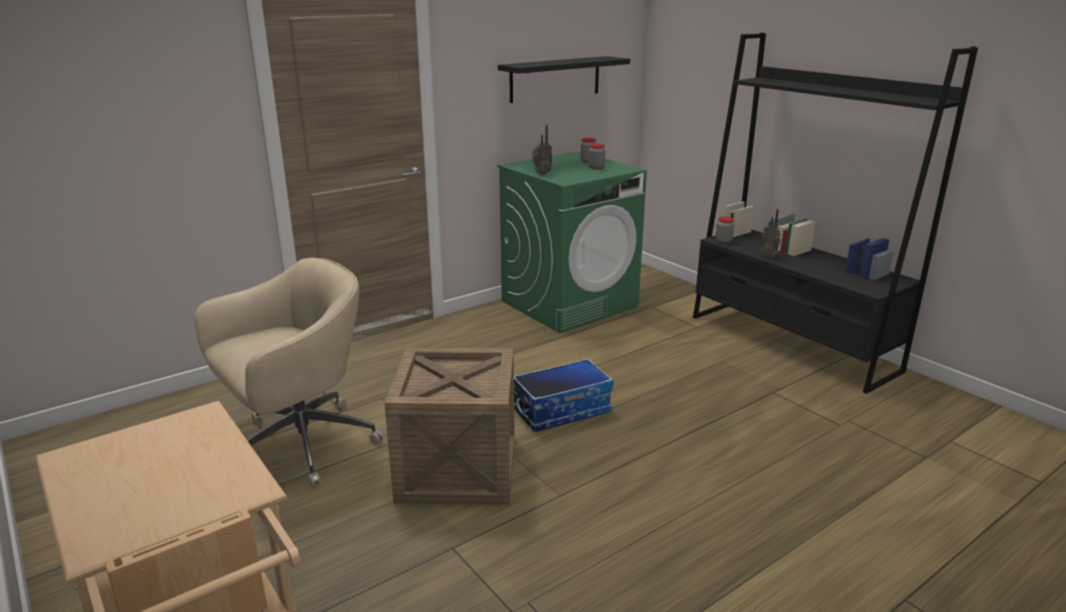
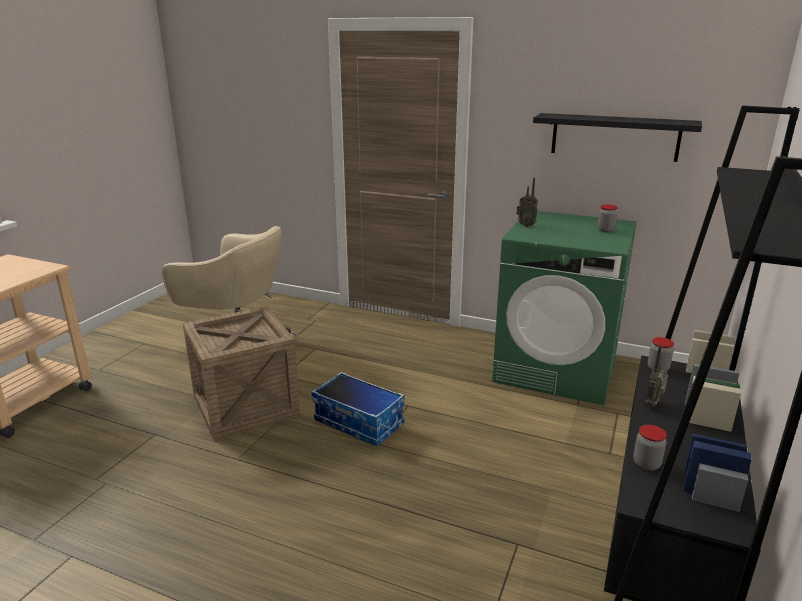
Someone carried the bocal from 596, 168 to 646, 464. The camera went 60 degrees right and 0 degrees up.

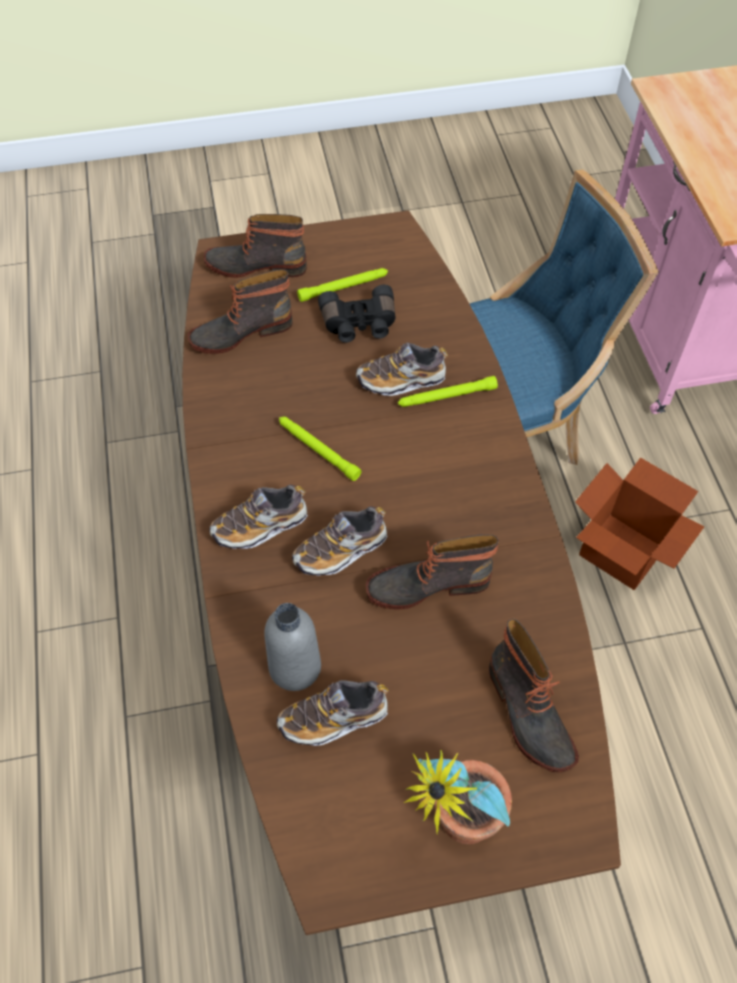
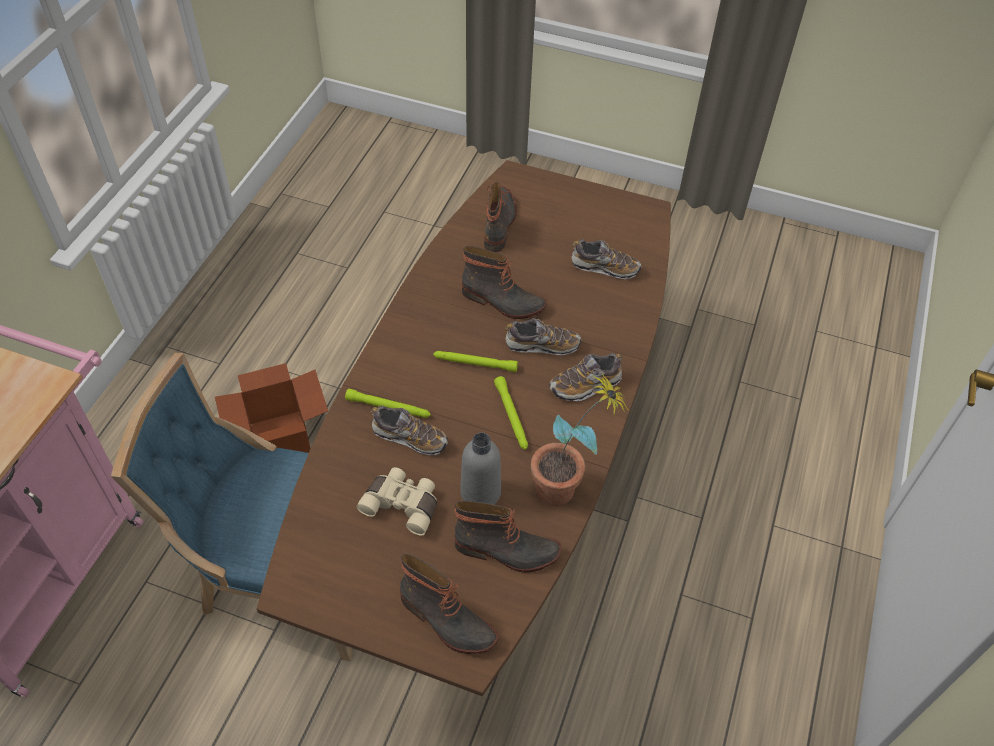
Someone carried the bouteille (gris) from 295, 667 to 480, 492. Someone carried the lampe de poche (vert) from 343, 287 to 475, 363. Someone carried the plante en pot from 453, 827 to 567, 488. Someone repainted the jumelles (noir) at 359, 324, which became the jumelles (beige) at 403, 504. Someone rotated the chaussure at 260, 526 by 150 degrees clockwise. The camera went 150 degrees left and 5 degrees down.

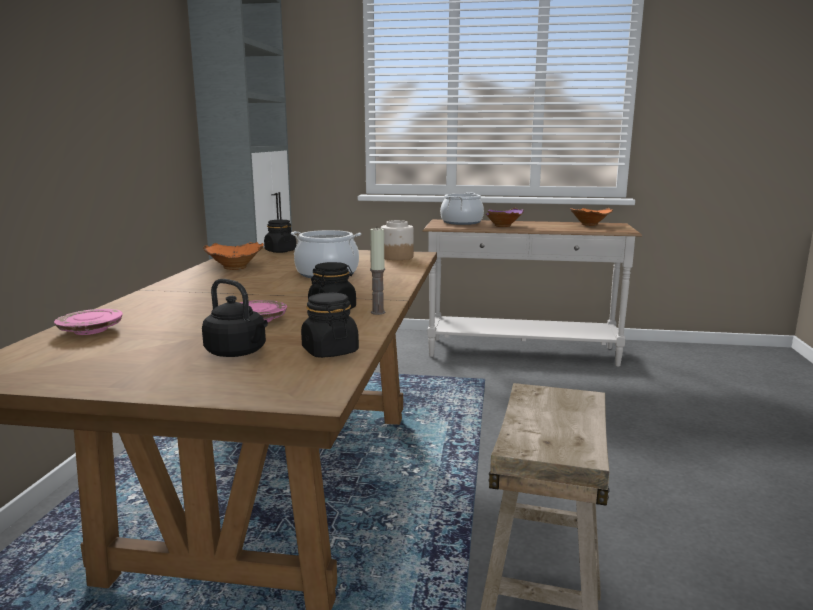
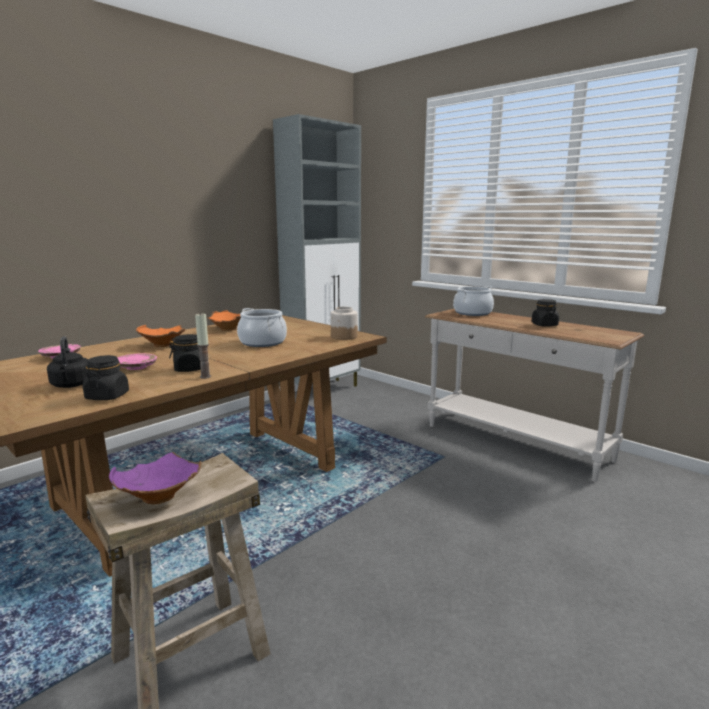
Someone carried the bocal (noir) from 280, 251 to 544, 325. Someone carried the bol (violet) from 504, 226 to 159, 498. Someone carried the bol (orange) from 590, 224 to 162, 345. The camera went 35 degrees right and 0 degrees up.

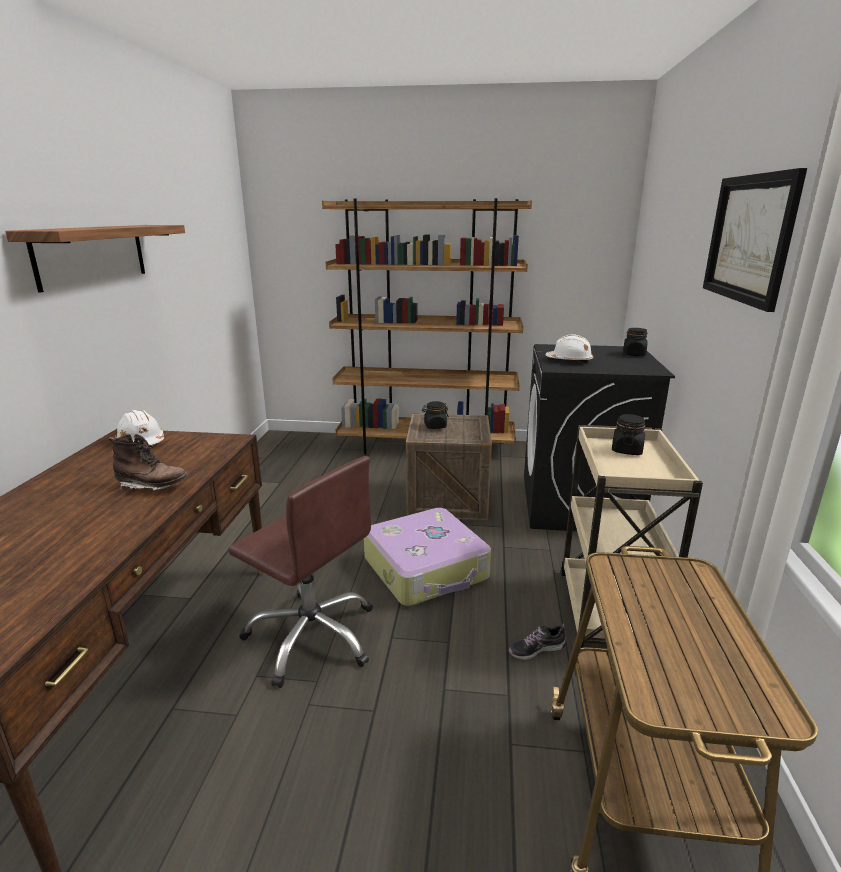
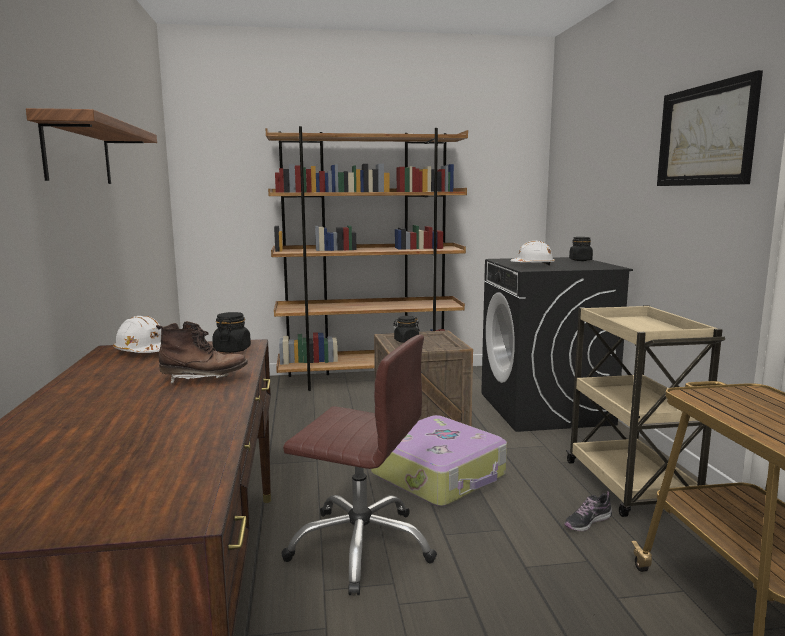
Someone carried the bocal (noir) from 626, 450 to 232, 350. The camera went 15 degrees left and 10 degrees down.

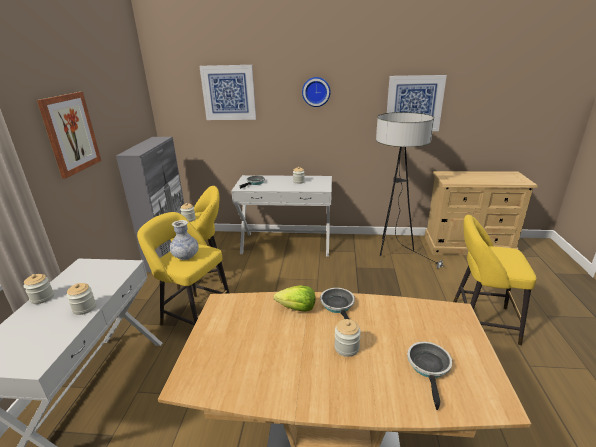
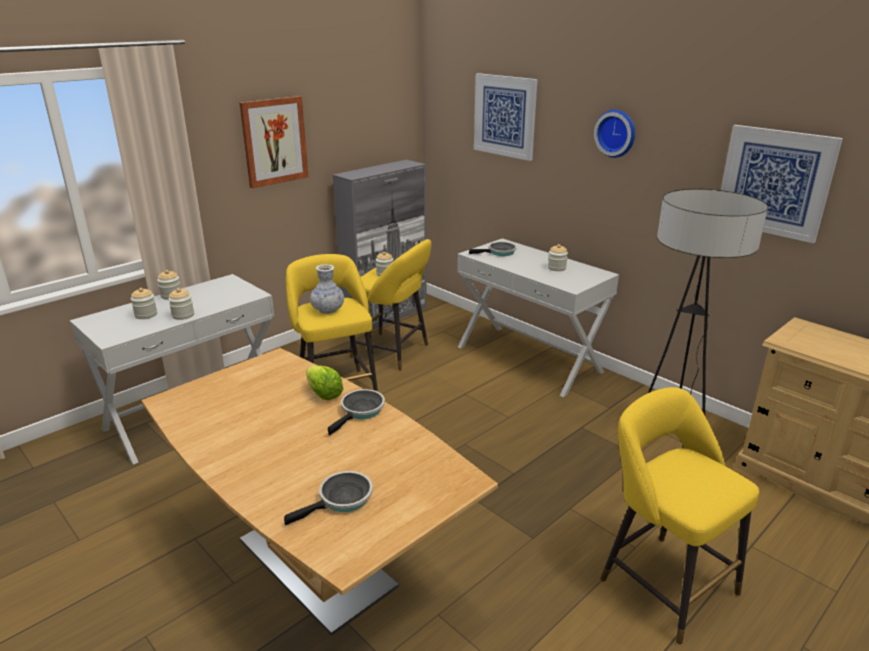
Someone carried the bocal from 346, 347 to 146, 315. The camera went 40 degrees right and 0 degrees up.

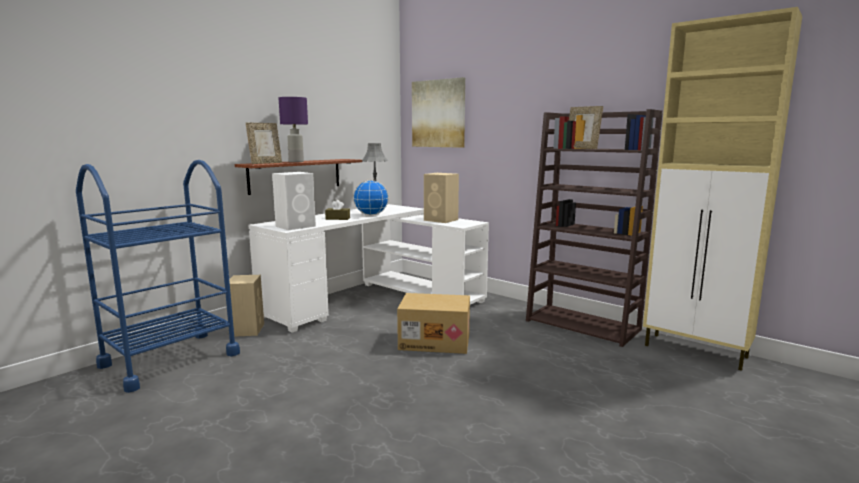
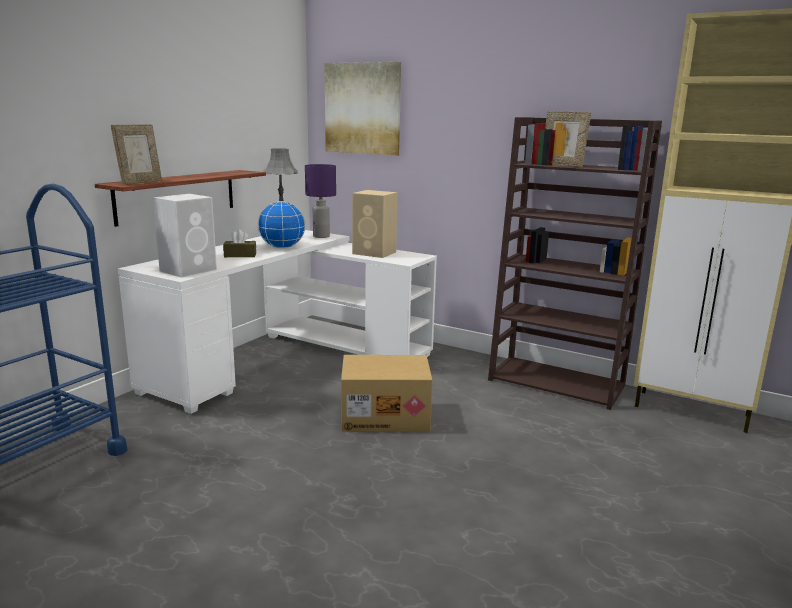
Someone took away the enceinte (beige) at 247, 329. Someone carried the lampe de table (violet) from 296, 162 to 321, 236. The camera went 10 degrees left and 5 degrees up.

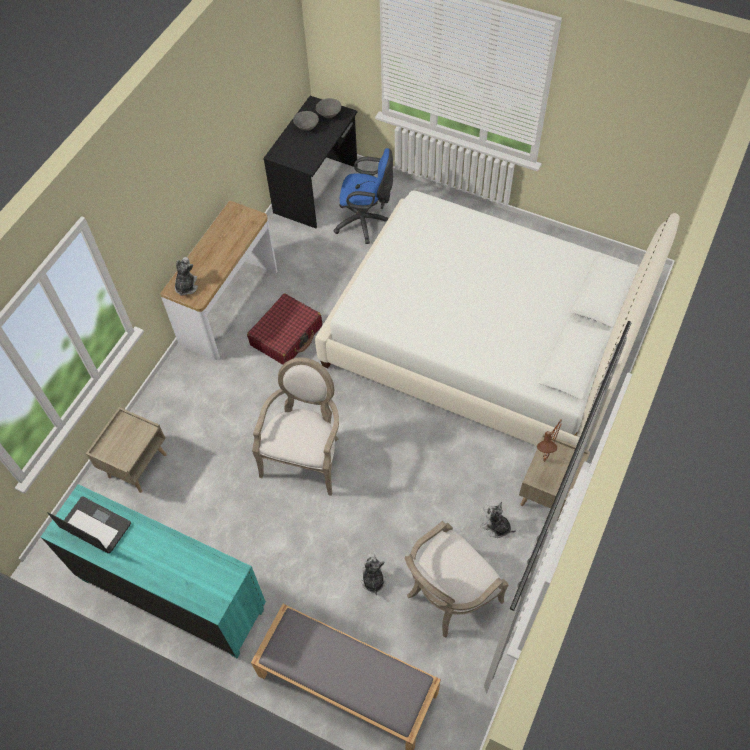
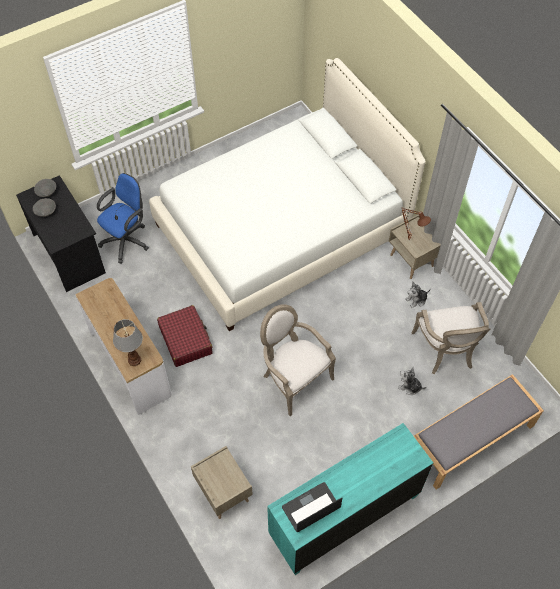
Someone swapped the peluche at 186, 286 for the lampe de table at 134, 360. The camera went 60 degrees left and 0 degrees up.

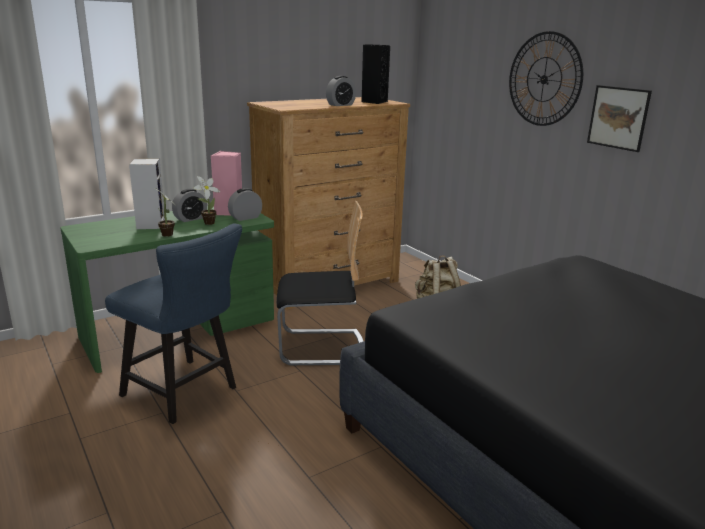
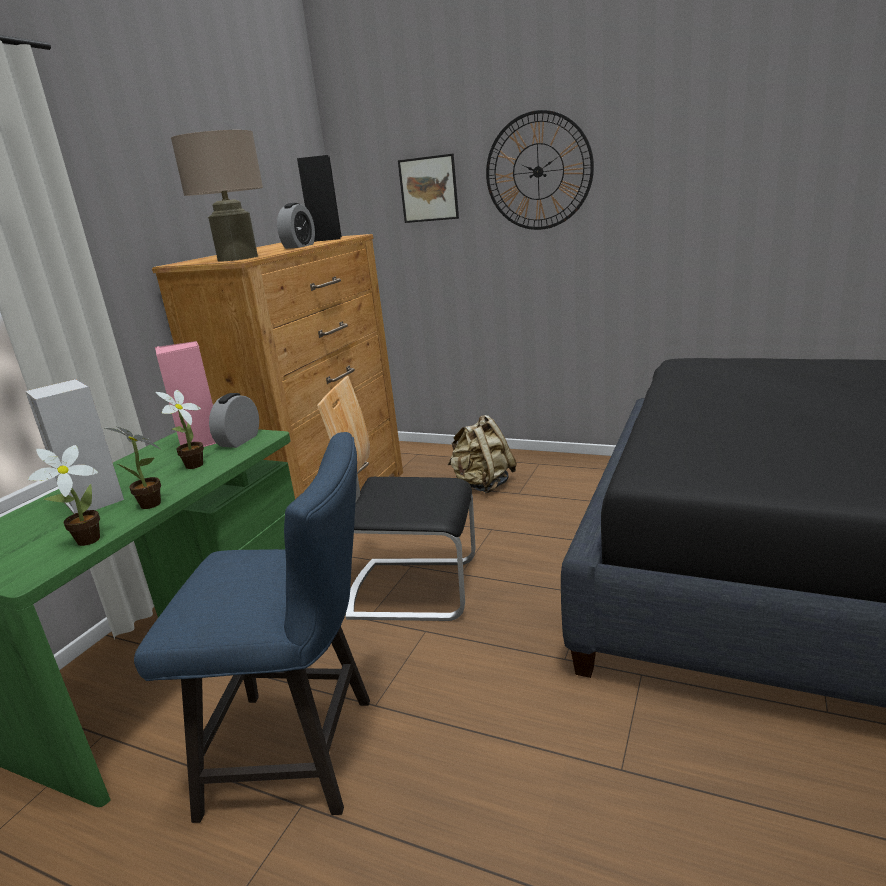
Someone took away the réveil at 190, 219. Someone put down the plante en pot at 84, 542. Someone put down the lampe de table (beige) at 237, 258. Someone carried the tableau from 618, 117 to 428, 189. Someone rotated the chaise at 321, 347 by 135 degrees counterclockwise. The camera went 30 degrees left and 0 degrees up.

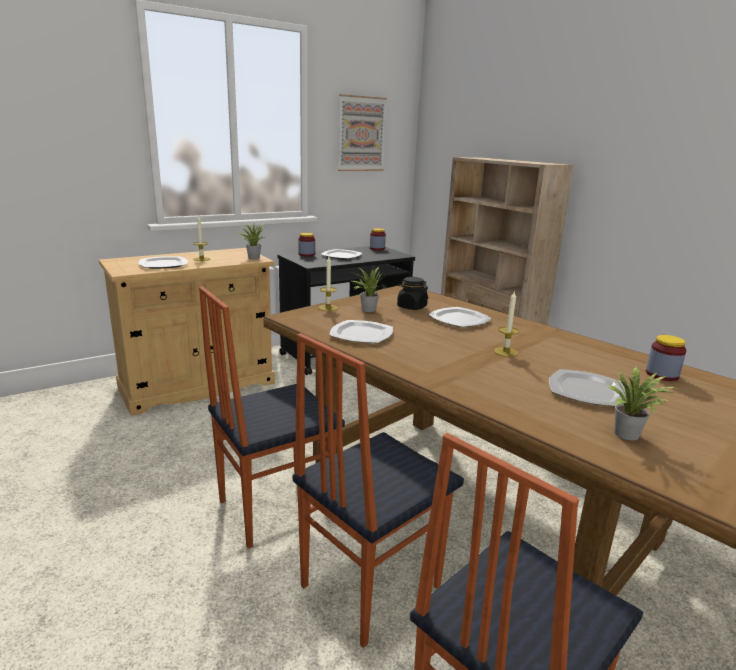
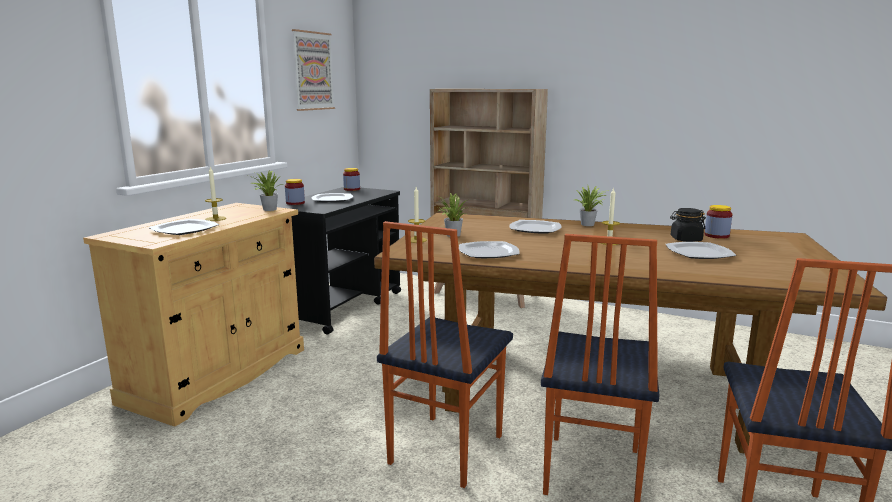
Someone carried the bocal (noir) from 411, 307 to 685, 239. Someone carried the plante en pot from 629, 435 to 589, 225. The camera went 30 degrees left and 5 degrees down.

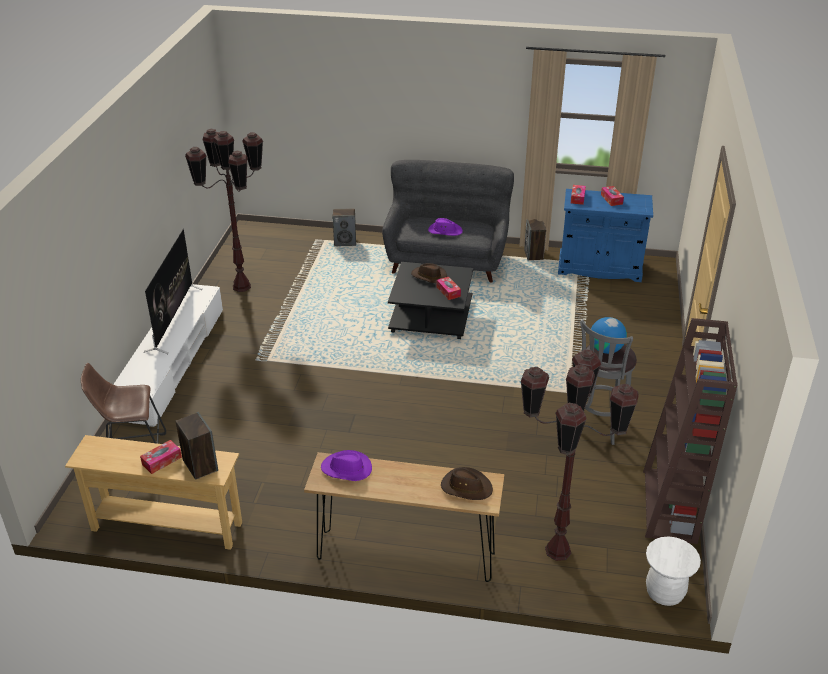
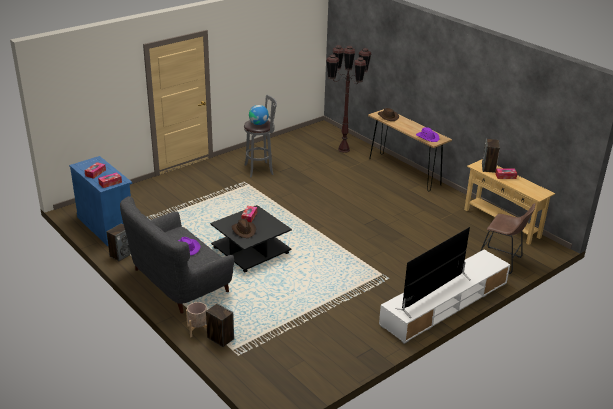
Someone took away the lampadaire (marron) at 242, 286. Someone took away the bibliothèque (marron) at 670, 506. Someone took away the tabouret (blanc) at 664, 592. Someone put down the cache-pot (beige) at 198, 329. The camera went 140 degrees left and 5 degrees down.

